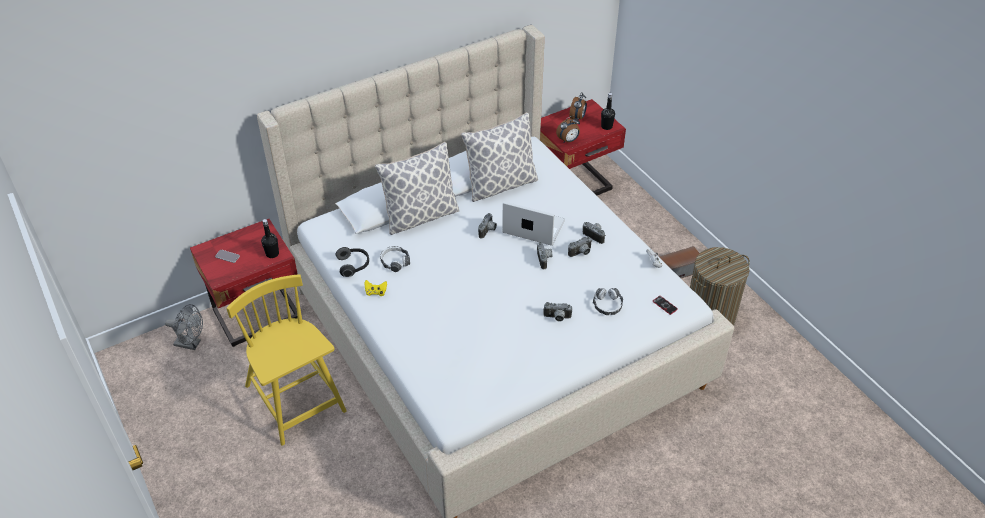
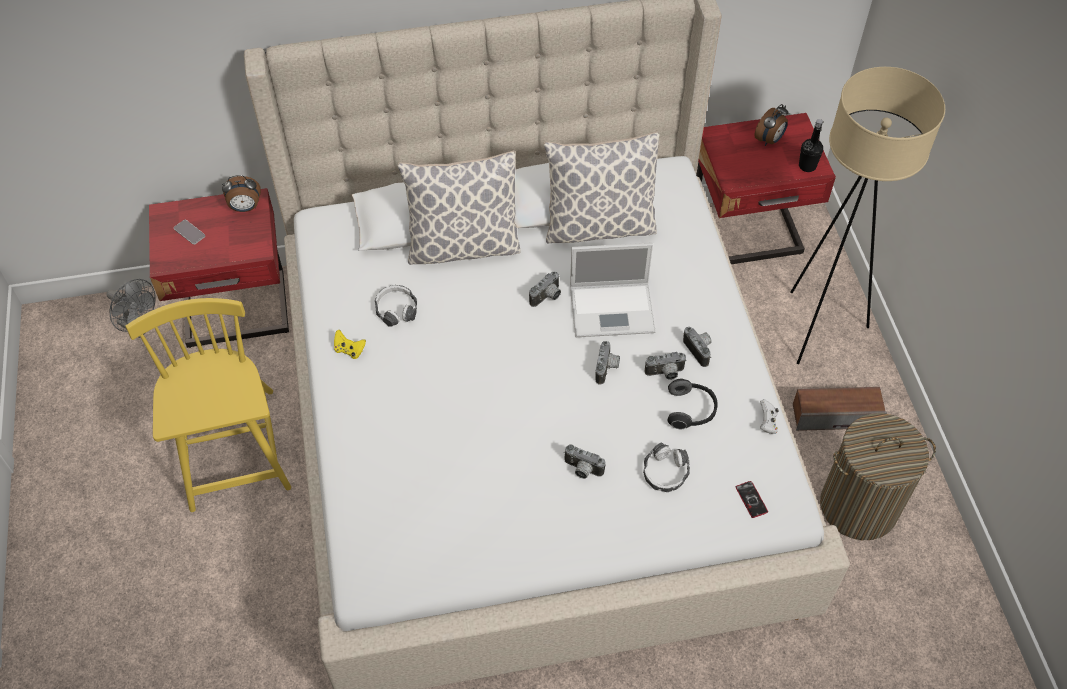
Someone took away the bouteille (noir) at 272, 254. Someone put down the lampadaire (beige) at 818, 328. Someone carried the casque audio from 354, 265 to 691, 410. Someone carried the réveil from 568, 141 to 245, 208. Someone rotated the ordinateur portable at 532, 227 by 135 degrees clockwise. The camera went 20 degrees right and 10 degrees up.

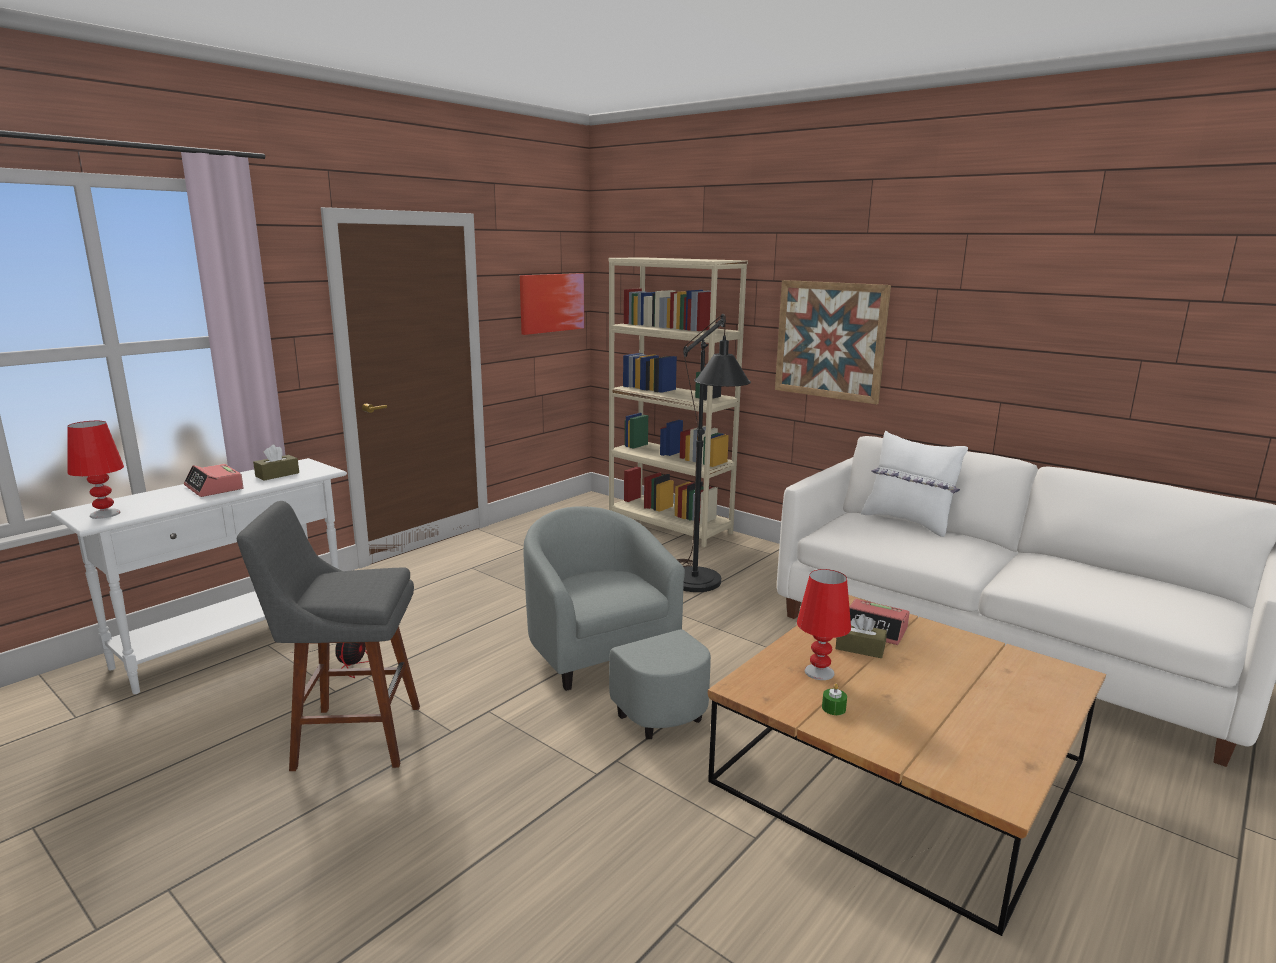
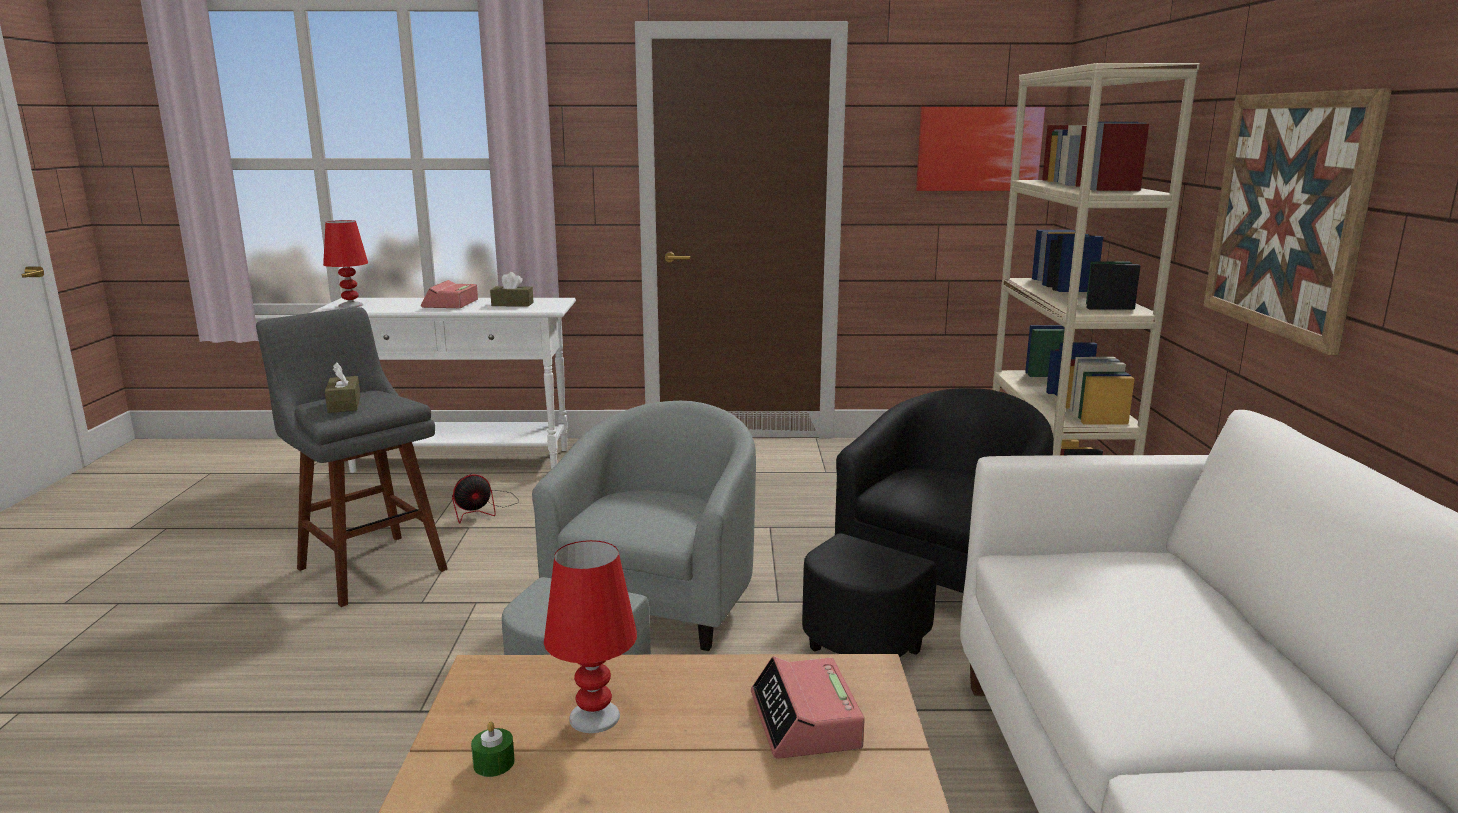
Someone took away the coussin (blanc) at 908, 522. Someone carried the boîte à mouchoirs (marron) from 860, 648 to 344, 404. Someone swapped the lampadaire (noir) at 699, 587 for the fauteuil (noir) at 926, 594. The camera went 50 degrees right and 0 degrees up.

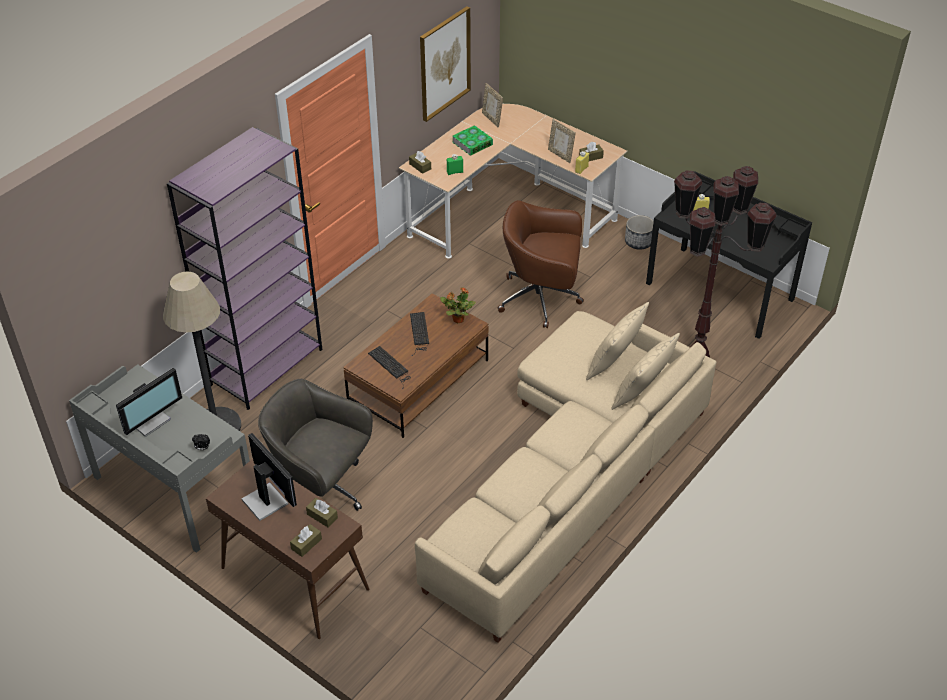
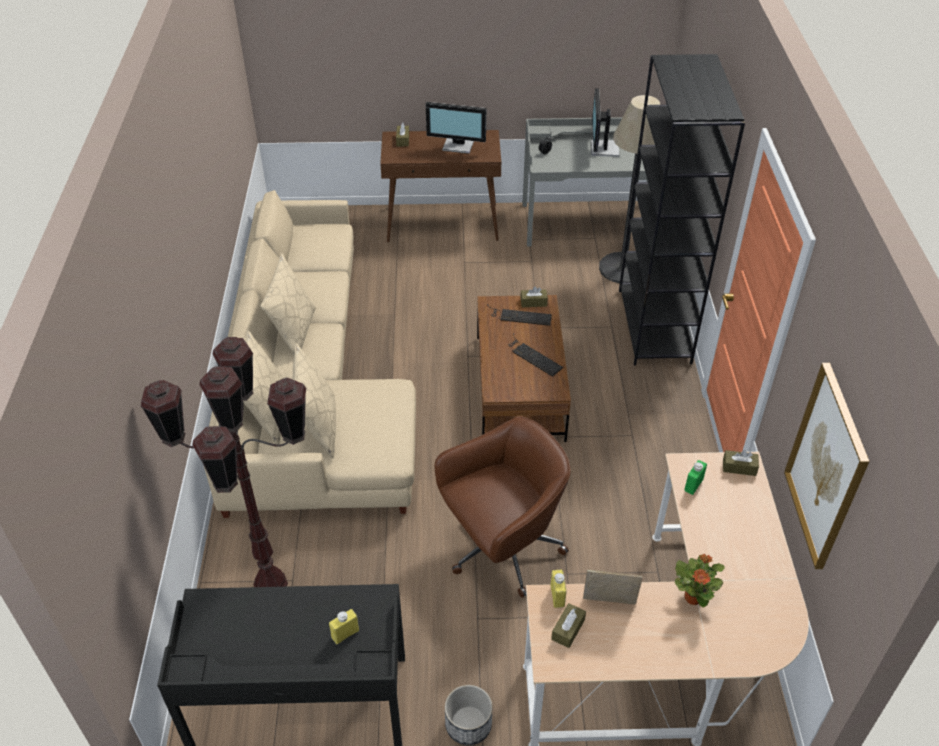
Someone took away the chaise de bureau (gris) at 321, 491. Someone took away the livre at 472, 143. Someone took away the cadre photo at 492, 119. Someone put down the coussin (beige) at 293, 332. Someone carried the boîte à mouchoirs (marron) from 322, 516 to 533, 302. Someone carried the plante en pot from 457, 319 to 693, 597. Someone repainted the bibliothèque (violet) at 267, 366, which became the bibliothèque (noir) at 654, 326. The camera went 140 degrees right and 0 degrees up.

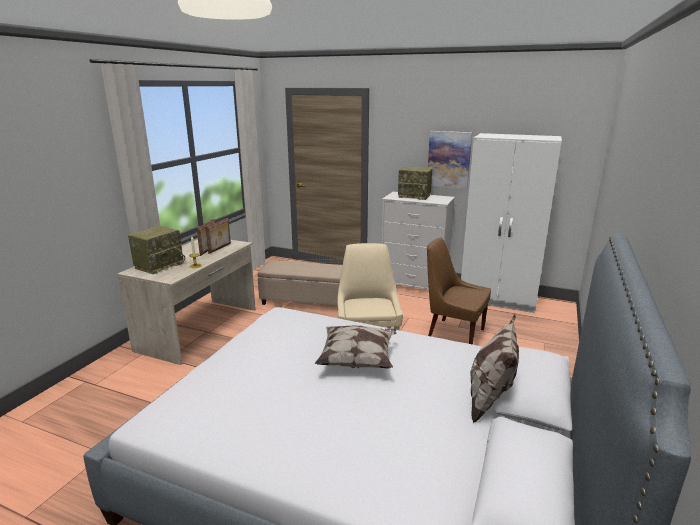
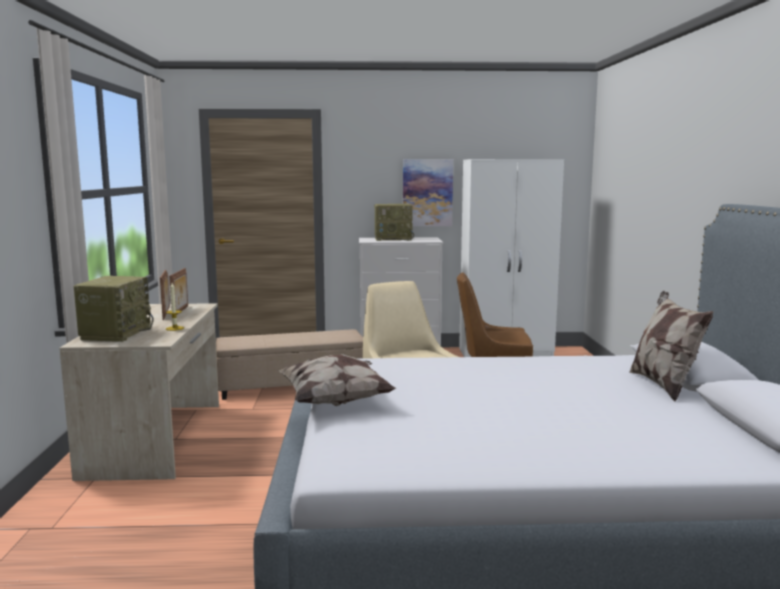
Someone carried the coussin from 358, 360 to 336, 401. The camera went 25 degrees left and 10 degrees down.

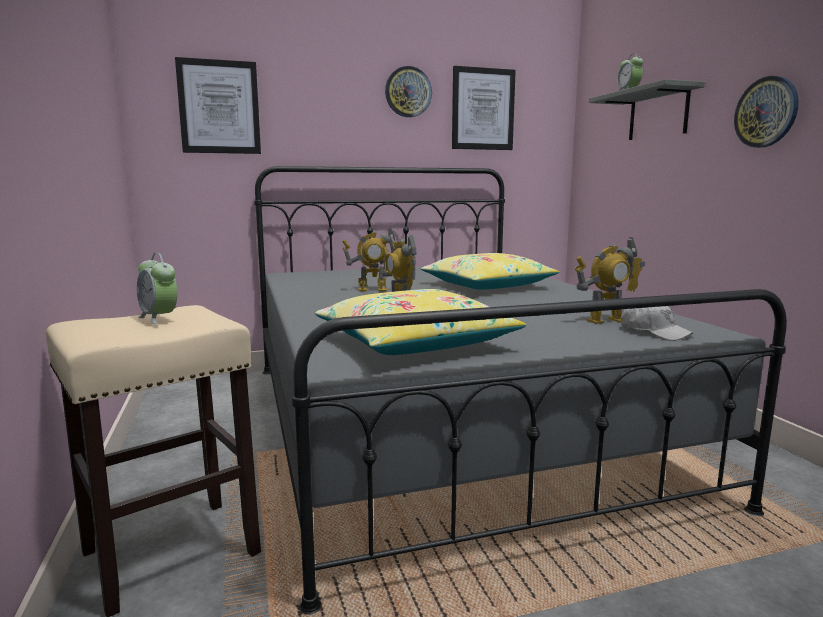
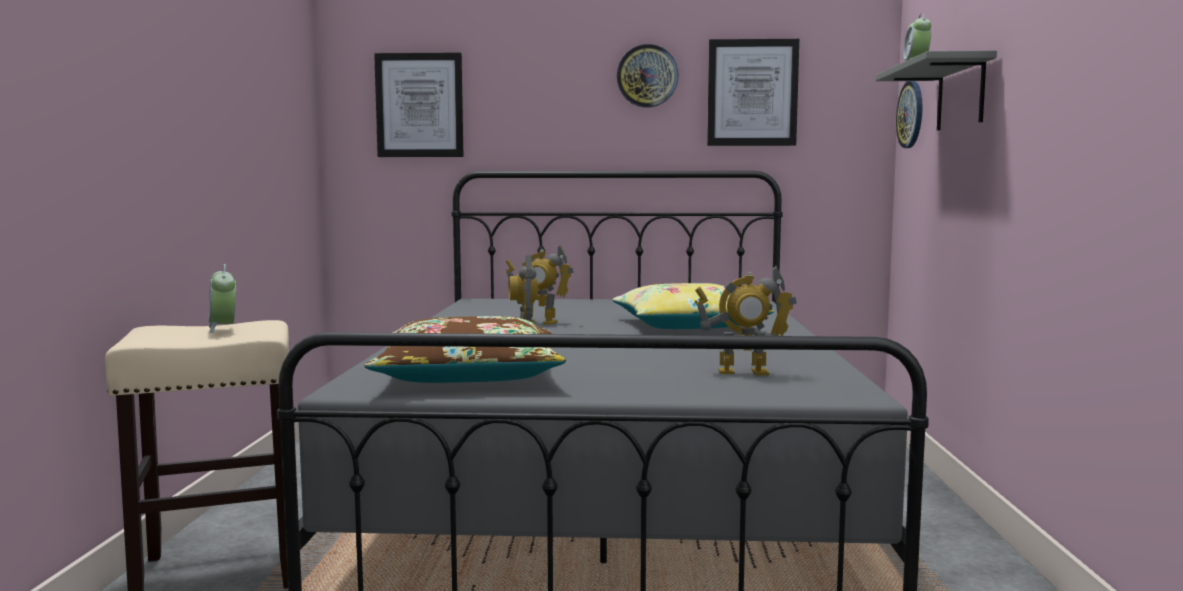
Someone took away the casquette (blanc) at 654, 332. Someone carried the horloge murale from 766, 112 to 911, 114. Someone repainted the coussin (jaune) at 414, 343, which became the coussin (marron) at 469, 375. The camera went 20 degrees right and 5 degrees down.

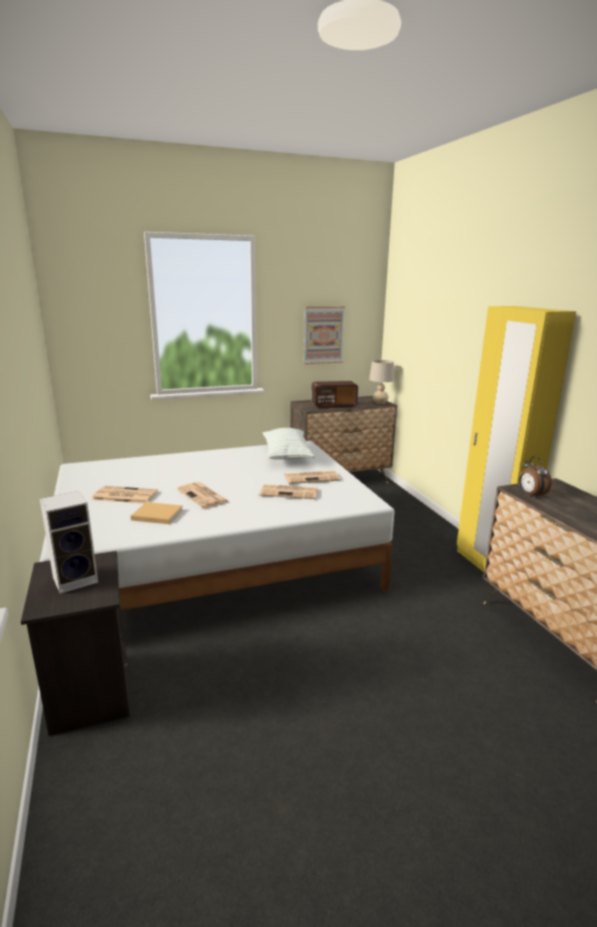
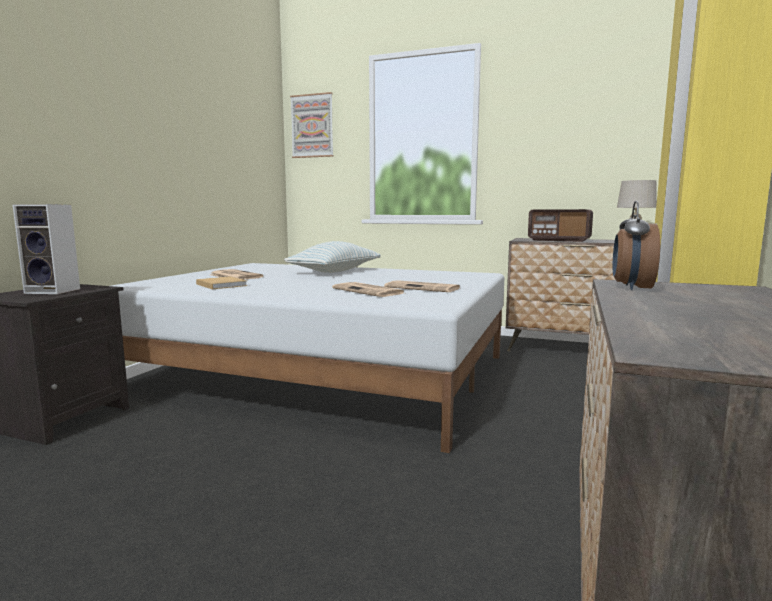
Someone took away the journal at 203, 496. Someone carried the coussin from 287, 455 to 335, 271. Someone carried the tableau from 323, 335 to 312, 126. The camera went 40 degrees right and 10 degrees down.

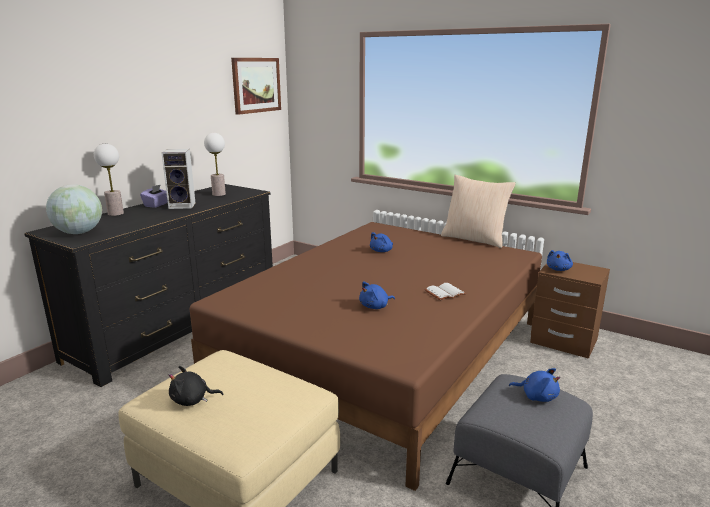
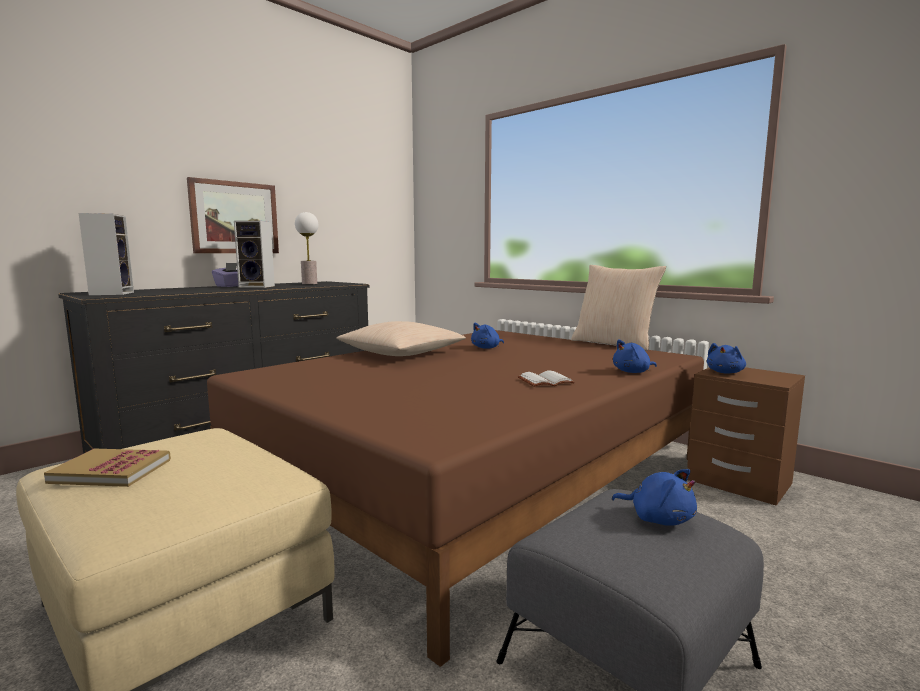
Someone took away the lampe de table at 116, 214. Someone put down the coussin (beige) at 402, 353. Someone carried the tableau from 256, 85 to 234, 218. Someone carried the peluche (bleu) from 375, 306 to 633, 372. Someone swapped the globe at 78, 233 for the enceinte at 111, 293. Someone swapped the peluche (noir) at 192, 400 for the livre at 111, 471. The camera went 10 degrees right and 10 degrees down.

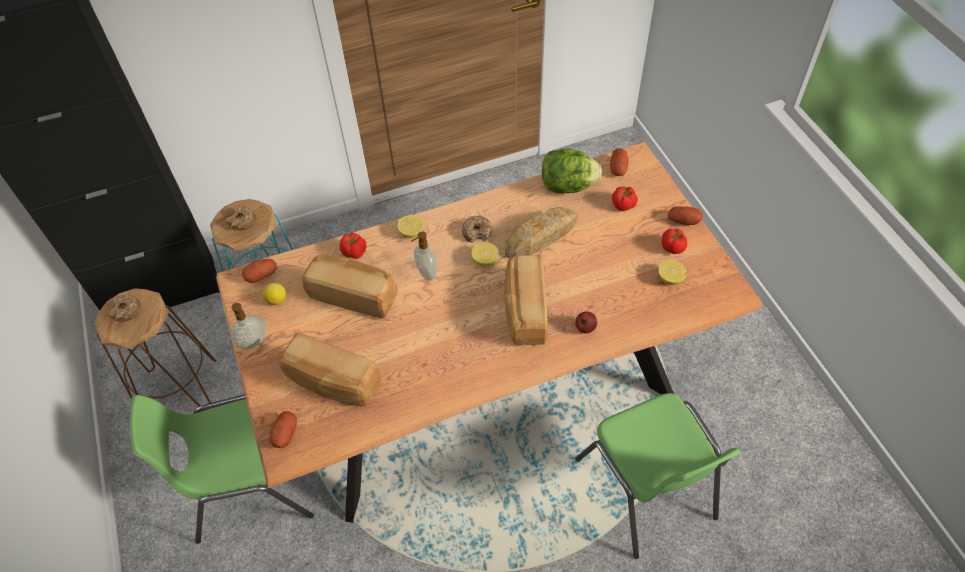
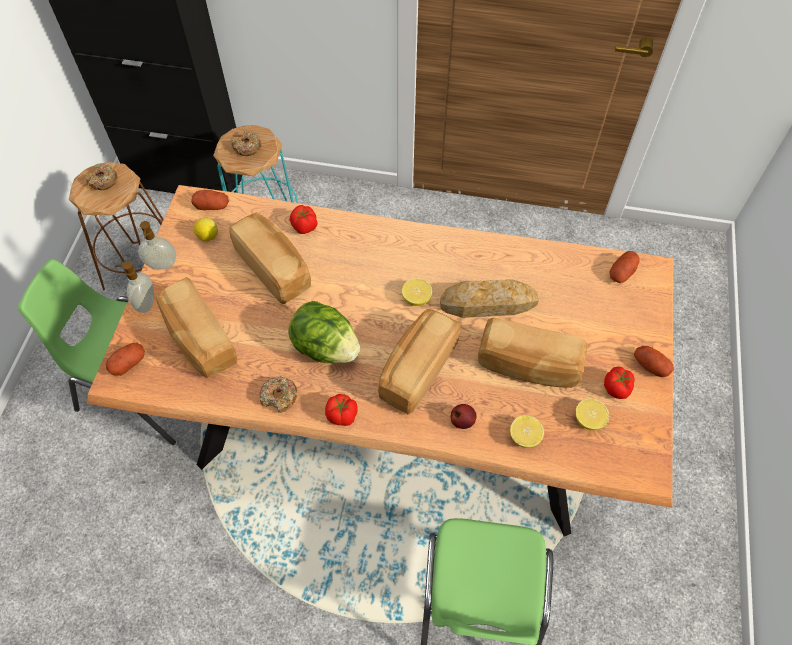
Someone put down the pain at 528, 366. Someone carried the citron from 411, 233 to 524, 437. Someone carried the distributeur de savon from 426, 273 to 145, 303. Someone carried the beignet from 477, 232 to 279, 397. Someone carried the laitue from 567, 186 to 325, 347. Someone carried the tomate from 623, 205 to 342, 416. The camera went 30 degrees right and 5 degrees up.

